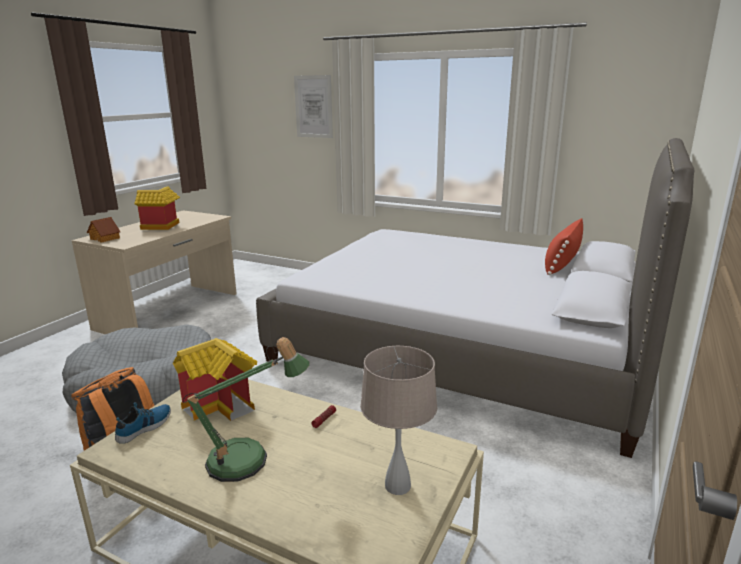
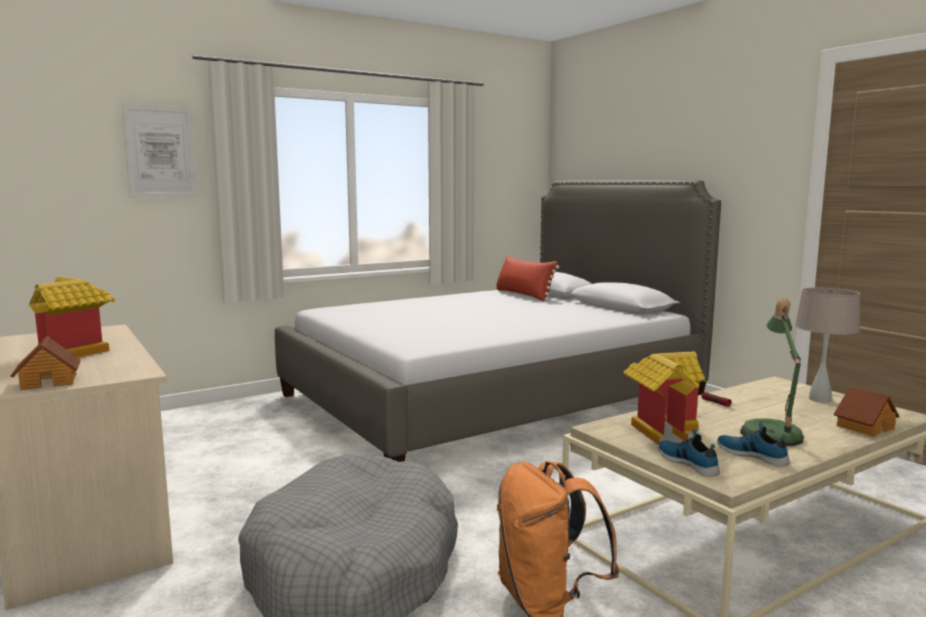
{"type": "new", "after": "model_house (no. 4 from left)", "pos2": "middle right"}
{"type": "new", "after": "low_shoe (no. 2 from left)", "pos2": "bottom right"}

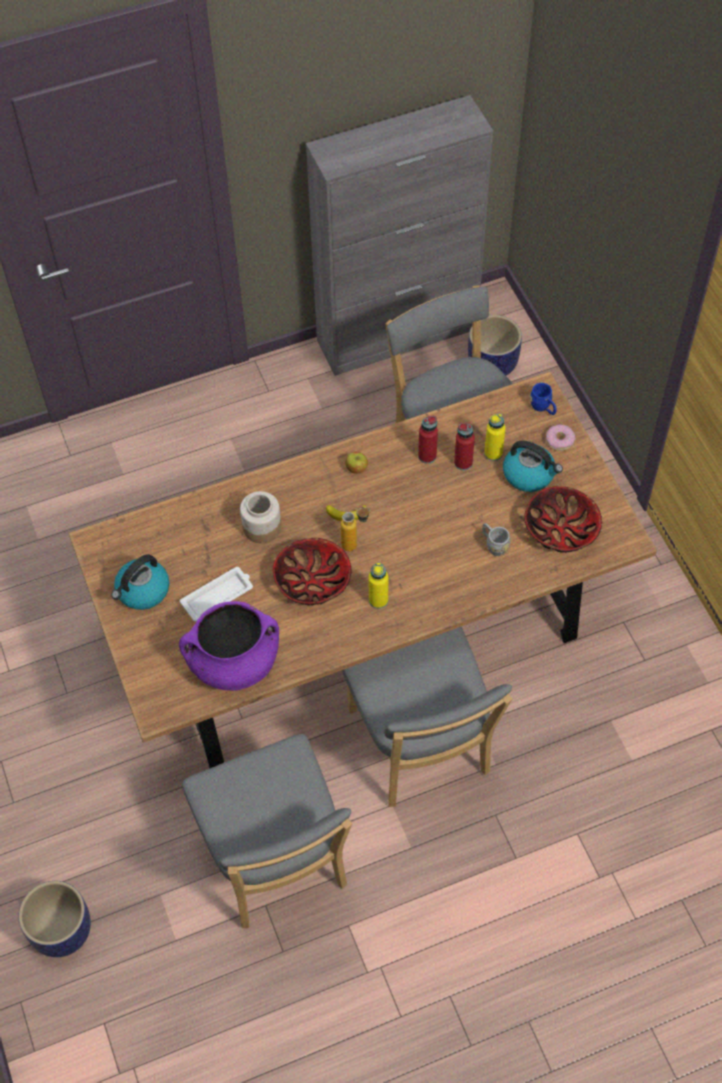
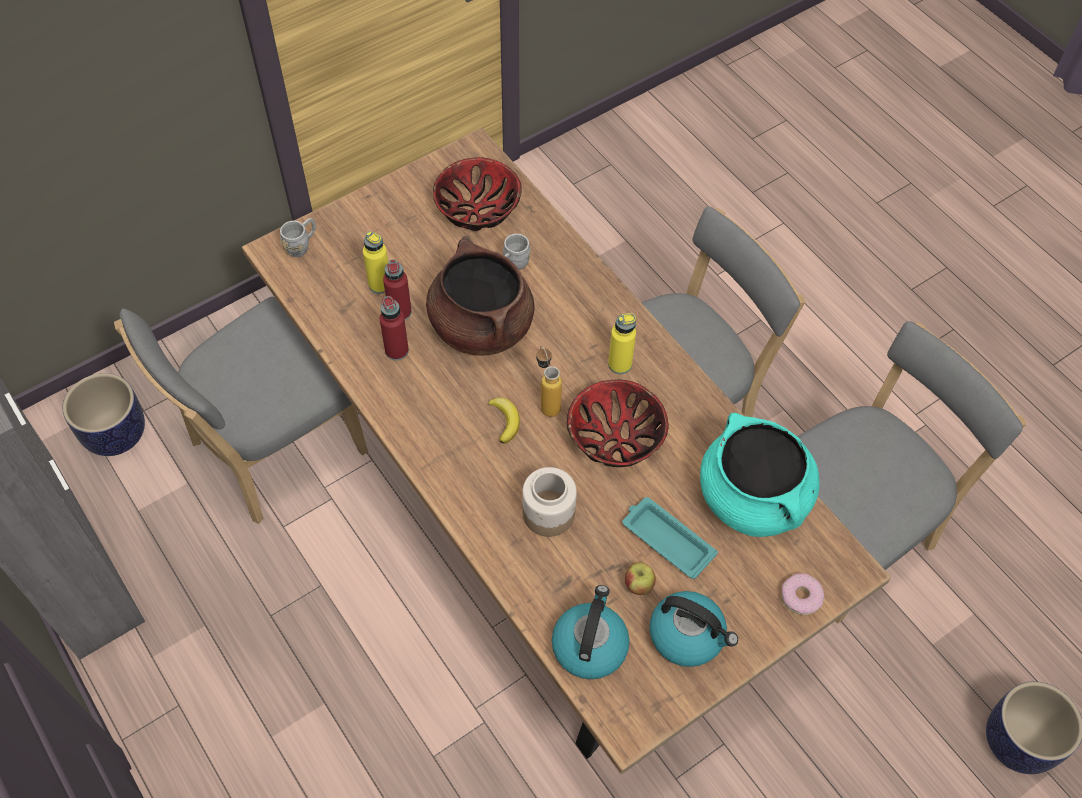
{"type": "repainted", "before": "blue_tea_mug", "after": "grey_tea_mug (no. 1 from left)", "pos1": "middle right", "pos2": "top left"}
{"type": "shifted", "before": "doughnut", "pos1": "middle right", "pos2": "bottom right"}
{"type": "shifted", "before": "kettle (no. 2 from left in the first image)", "after": "kettle (no. 1 from left)", "pos1": "middle right", "pos2": "bottom centre"}
{"type": "shifted", "before": "apple_fruit", "pos1": "centre", "pos2": "bottom centre"}
{"type": "repainted", "before": "whitish_tray", "after": "turquoise-coloured_tray", "pos1": "middle left", "pos2": "bottom centre"}
{"type": "repainted", "before": "purple_cooking_pot", "after": "turquoise-coloured_cooking_pot", "pos1": "middle left", "pos2": "middle right"}
{"type": "new", "after": "brownish_cooking_pot", "pos2": "centre"}

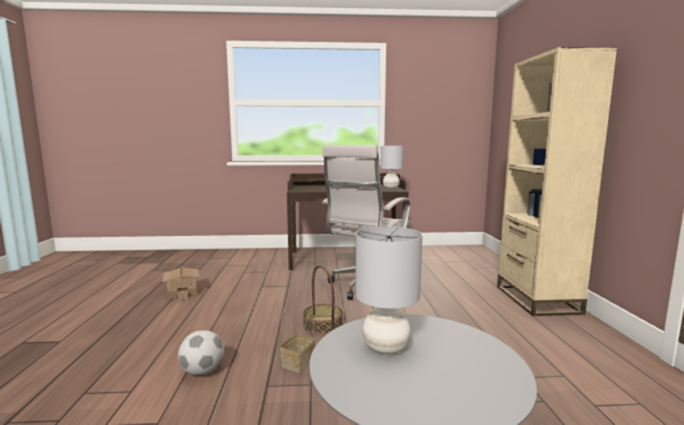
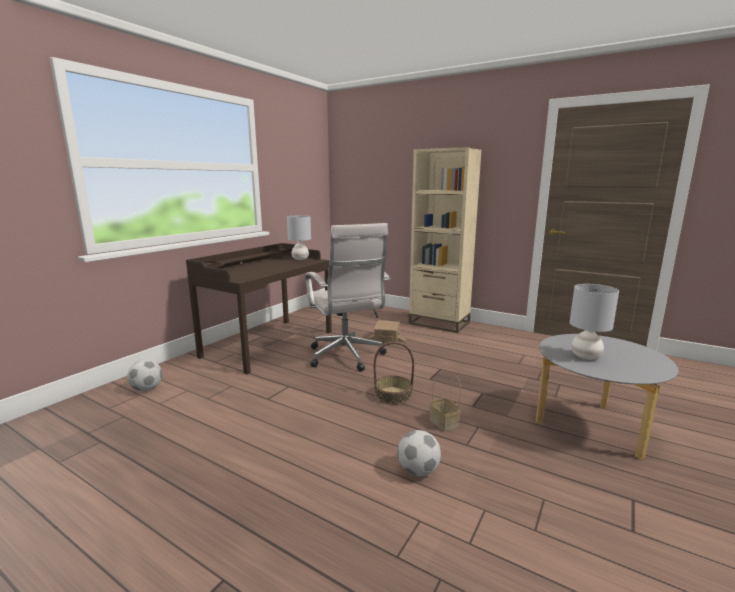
{"type": "shifted", "before": "model_house", "pos1": "bottom left", "pos2": "centre"}
{"type": "new", "after": "football_ball (no. 1 from left)", "pos2": "middle left"}

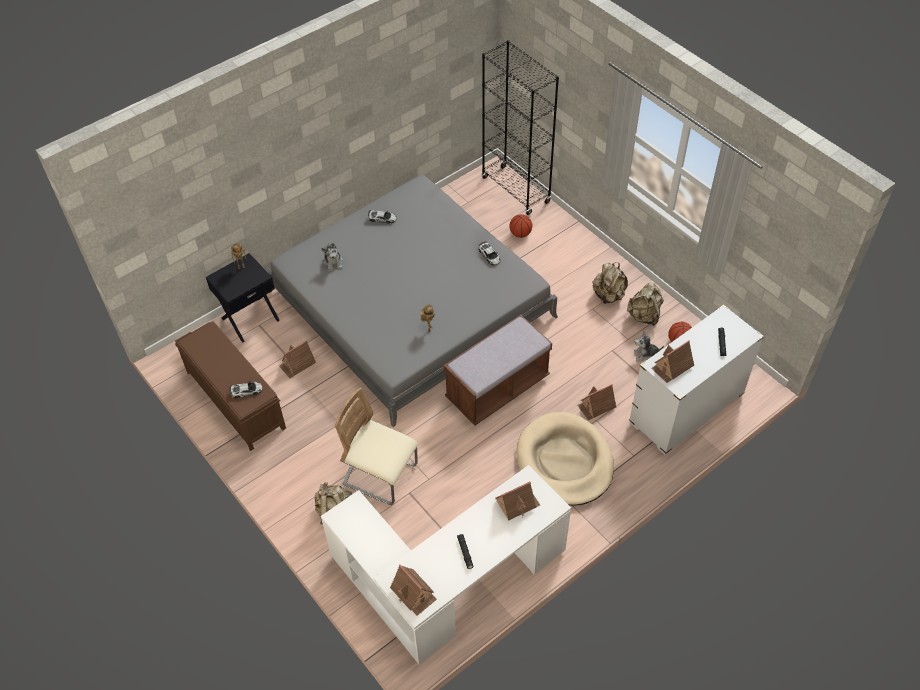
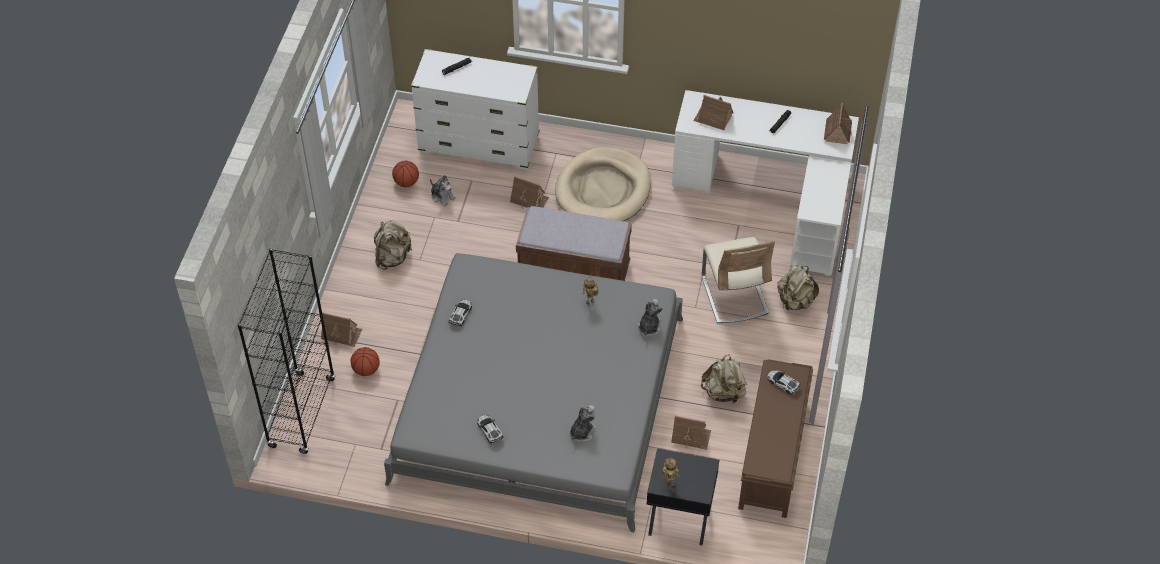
{"type": "shifted", "before": "beige_rucksack (no. 3 from left in the first image)", "after": "beige_rucksack (no. 2 from left)", "pos1": "middle right", "pos2": "bottom centre"}
{"type": "shifted", "before": "model_house (no. 5 from left in the first image)", "after": "model_house (no. 1 from left)", "pos1": "middle right", "pos2": "middle left"}
{"type": "new", "after": "plush_toy (no. 3 from left)", "pos2": "centre"}

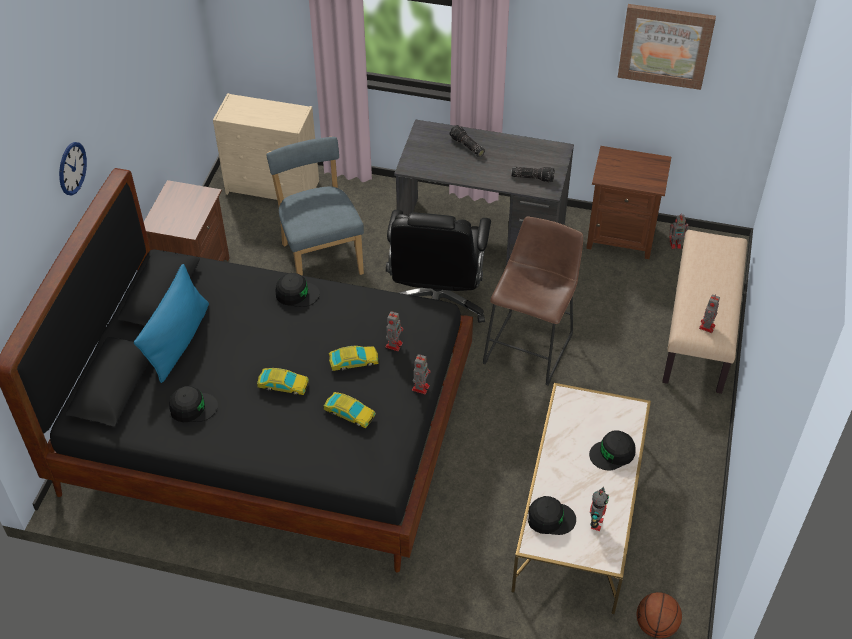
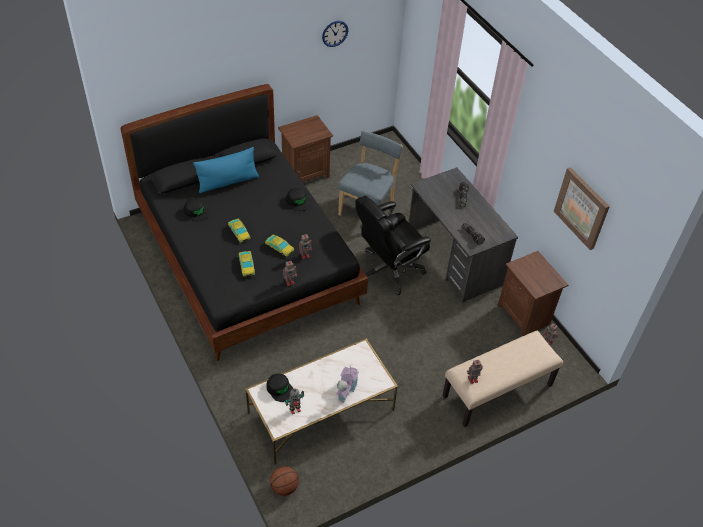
{"type": "gone", "before": "beige_drawer_chest", "pos1": "top left"}
{"type": "shifted", "before": "hanging_clock", "pos1": "top left", "pos2": "top centre"}
{"type": "gone", "before": "brownish_stool_seat", "pos1": "centre"}
{"type": "swapped", "before": "black_baseball_cap (no. 4 from left)", "after": "model_house", "pos1": "bottom right", "pos2": "bottom centre"}

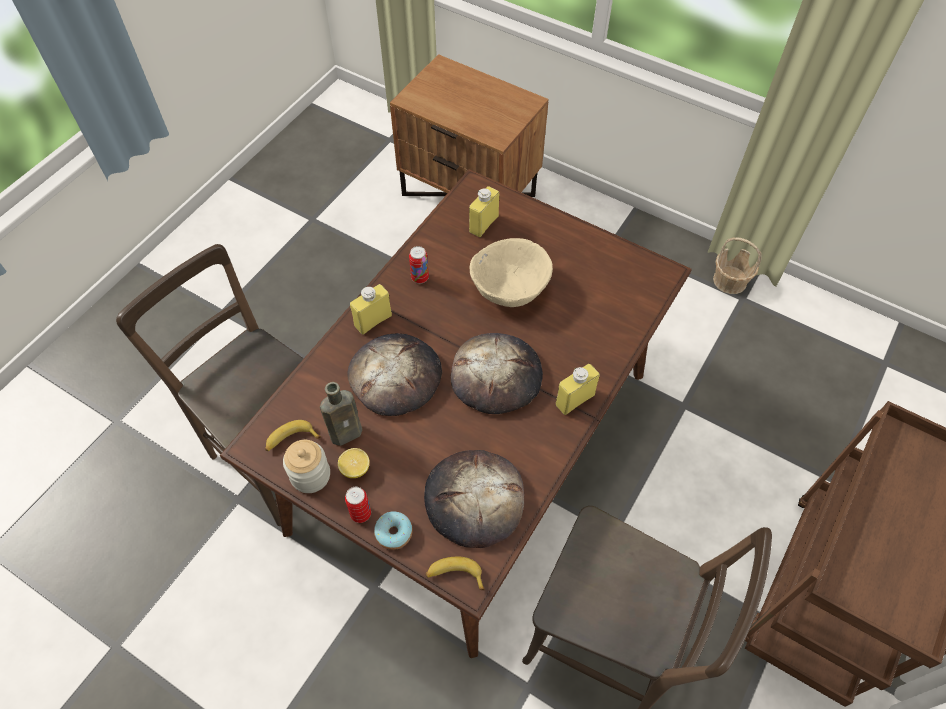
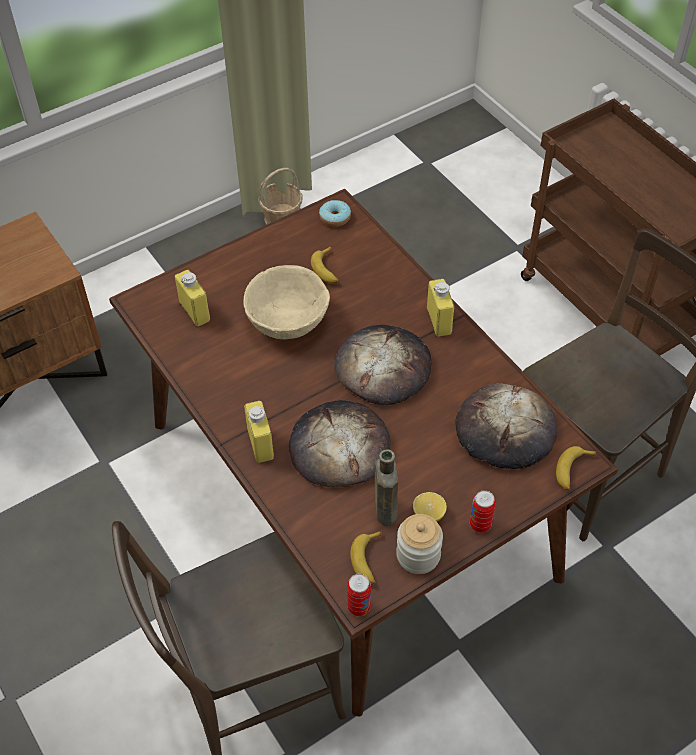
{"type": "shifted", "before": "can (no. 2 from left in the first image)", "after": "can (no. 1 from left)", "pos1": "centre", "pos2": "bottom centre"}
{"type": "shifted", "before": "doughnut", "pos1": "bottom centre", "pos2": "top centre"}
{"type": "new", "after": "banana_fruit (no. 1 from left)", "pos2": "centre"}

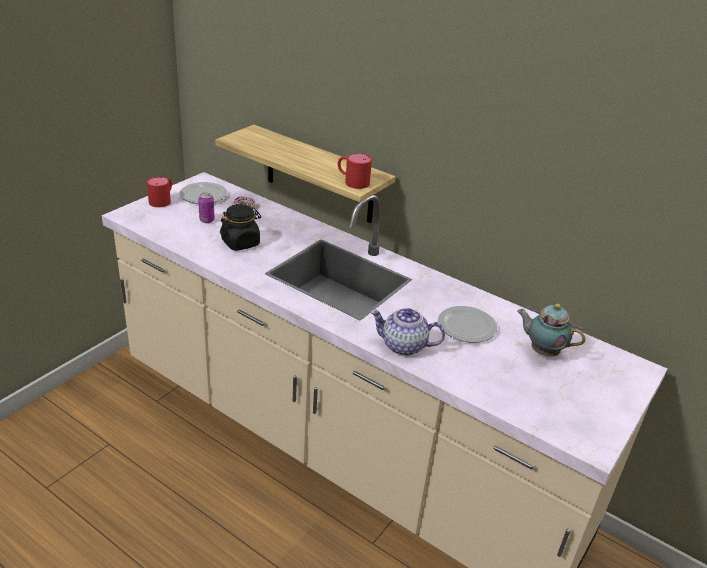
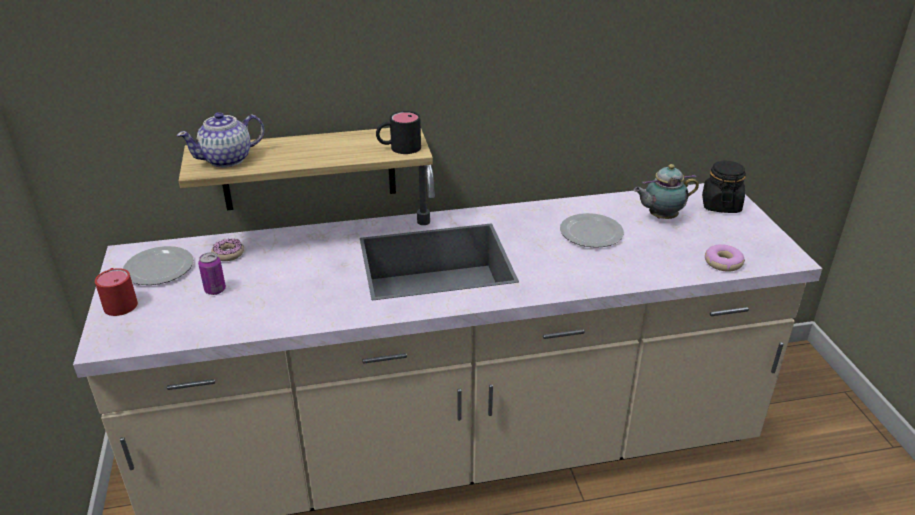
{"type": "repainted", "before": "red_tea_mug (no. 2 from left)", "after": "black_tea_mug", "pos1": "top centre", "pos2": "top centre"}
{"type": "shifted", "before": "black_jar", "pos1": "centre", "pos2": "middle right"}
{"type": "shifted", "before": "teapot (no. 1 from left)", "pos1": "centre", "pos2": "top left"}
{"type": "new", "after": "doughnut (no. 2 from left)", "pos2": "middle right"}

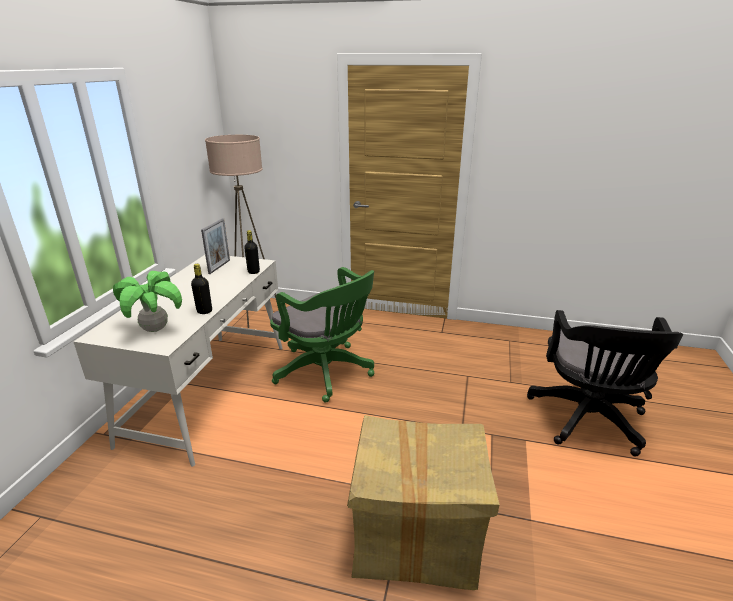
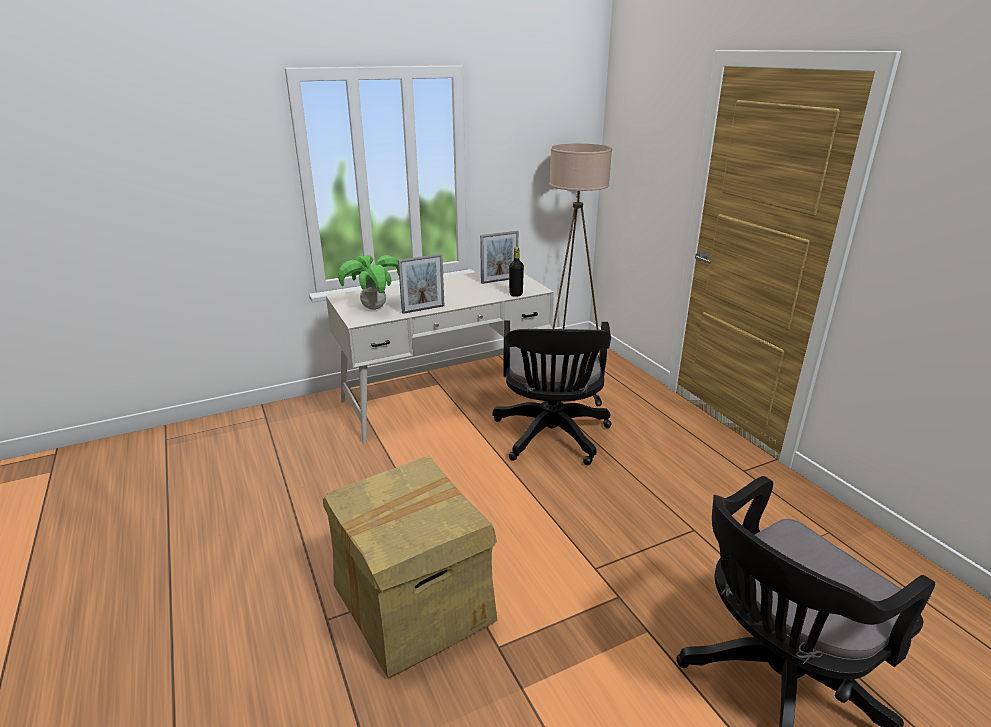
{"type": "swapped", "before": "black_bottle (no. 1 from left)", "after": "photo_frame (no. 1 from left)", "pos1": "middle left", "pos2": "centre"}
{"type": "repainted", "before": "green-coloured_desk_chair", "after": "black_desk_chair (no. 1 from left)", "pos1": "centre", "pos2": "centre"}

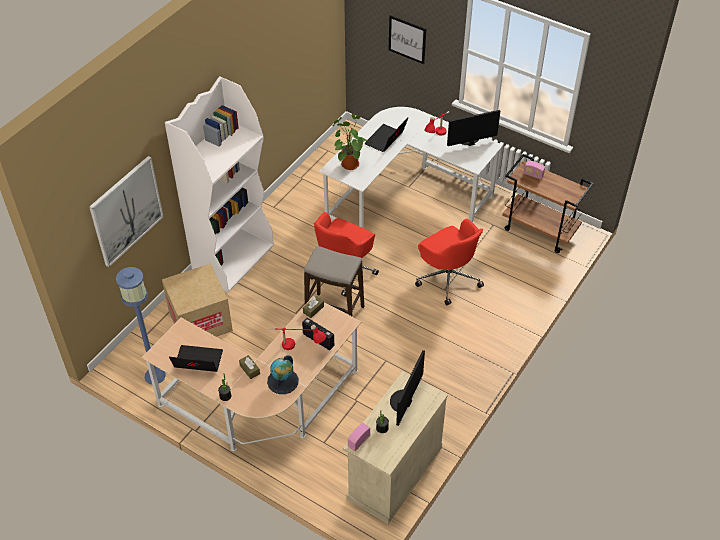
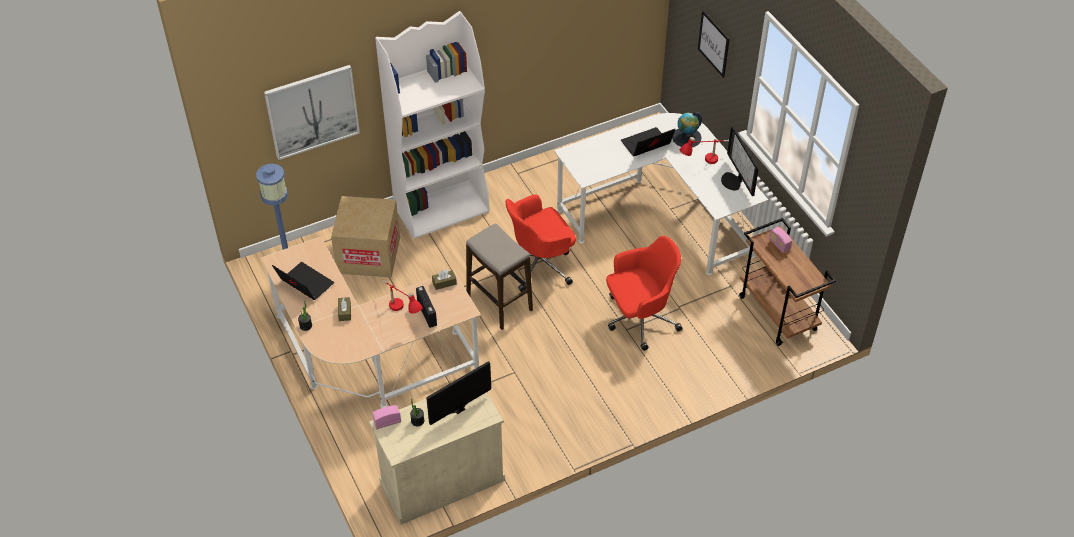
{"type": "rotated", "before": "monitor (no. 2 from left)", "pos1": "top centre", "pos2": "top right", "turn": -120}
{"type": "gone", "before": "houseplant (no. 2 from left)", "pos1": "top centre"}
{"type": "rotated", "before": "red_desk_chair (no. 2 from left)", "pos1": "centre", "pos2": "centre", "turn": -105}
{"type": "shifted", "before": "globe", "pos1": "bottom centre", "pos2": "top centre"}

